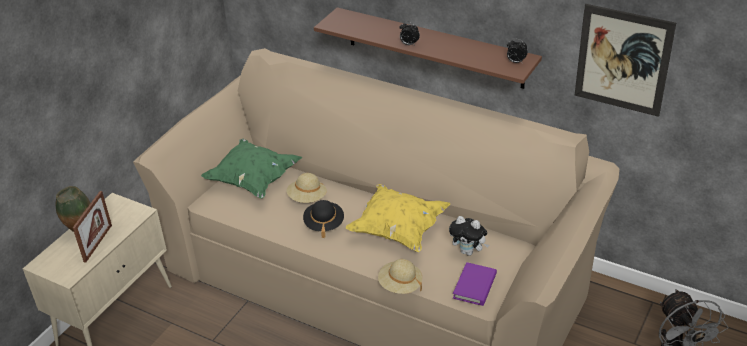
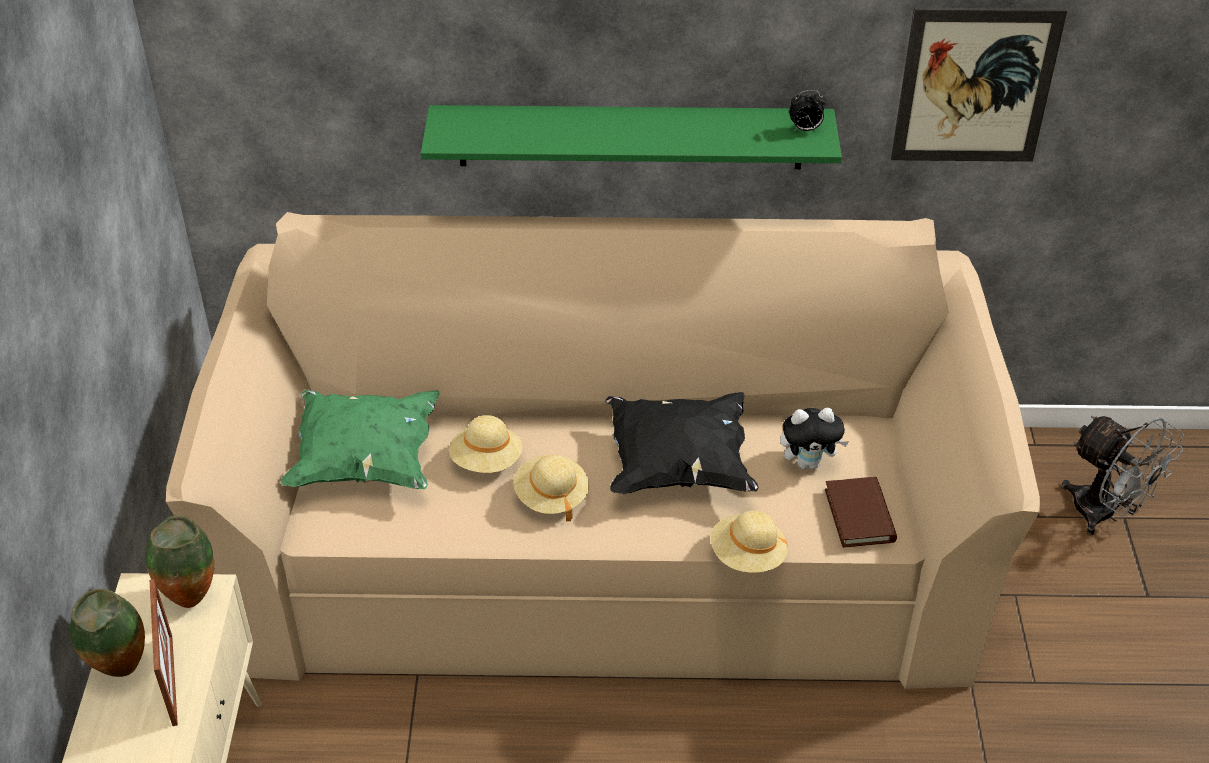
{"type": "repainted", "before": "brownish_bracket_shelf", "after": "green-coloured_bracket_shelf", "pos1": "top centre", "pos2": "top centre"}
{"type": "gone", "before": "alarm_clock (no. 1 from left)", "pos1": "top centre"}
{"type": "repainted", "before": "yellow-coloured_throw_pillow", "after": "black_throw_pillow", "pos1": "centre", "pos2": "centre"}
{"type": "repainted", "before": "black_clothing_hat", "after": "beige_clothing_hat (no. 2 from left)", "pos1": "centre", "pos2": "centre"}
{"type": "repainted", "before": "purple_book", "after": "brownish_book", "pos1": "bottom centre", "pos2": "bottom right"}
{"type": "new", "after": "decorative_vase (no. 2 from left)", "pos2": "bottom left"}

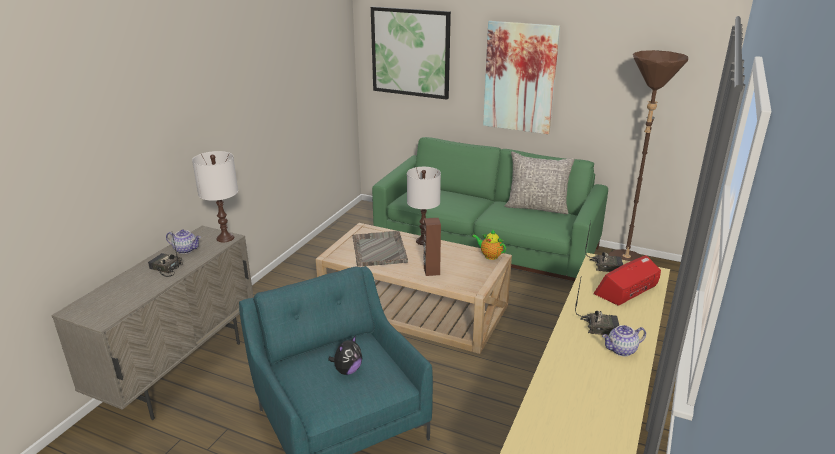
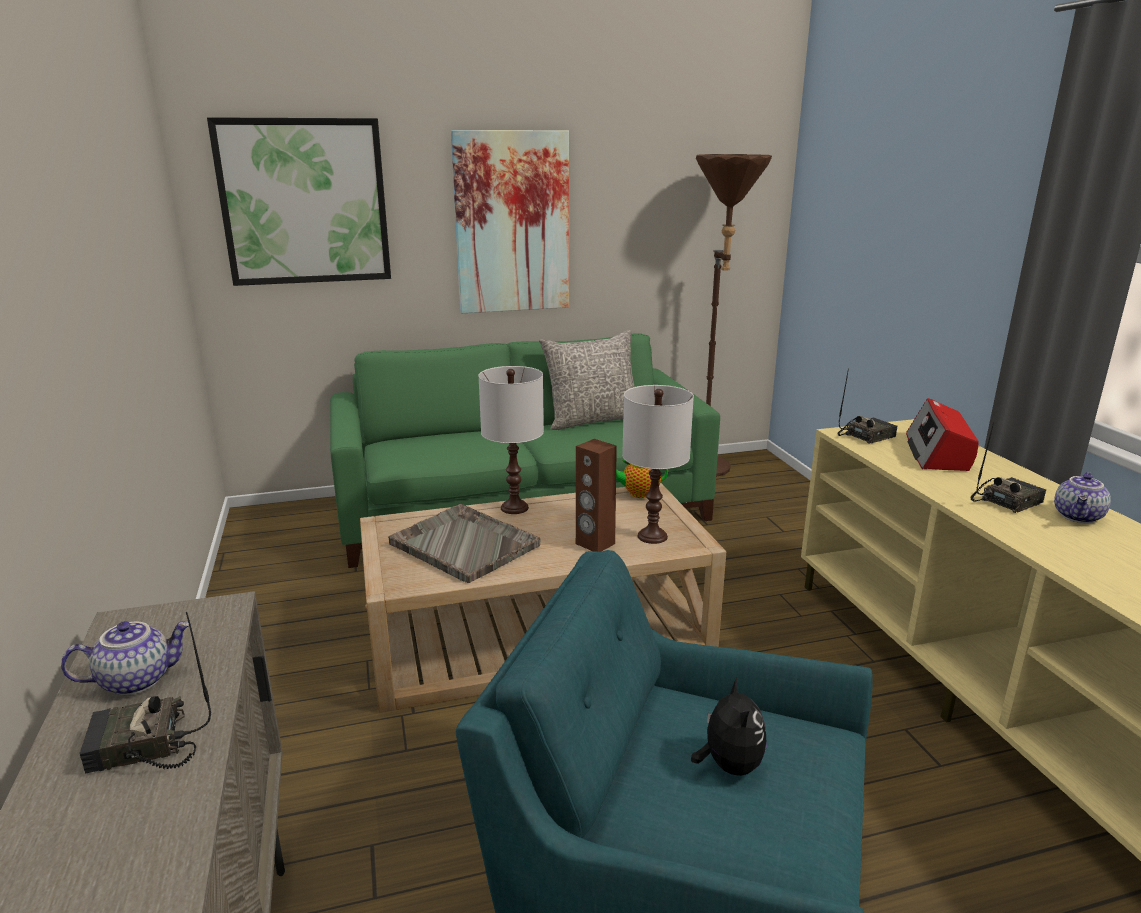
{"type": "shifted", "before": "whitish_table_lamp (no. 1 from left in the first image)", "after": "whitish_table_lamp (no. 2 from left)", "pos1": "middle left", "pos2": "centre"}

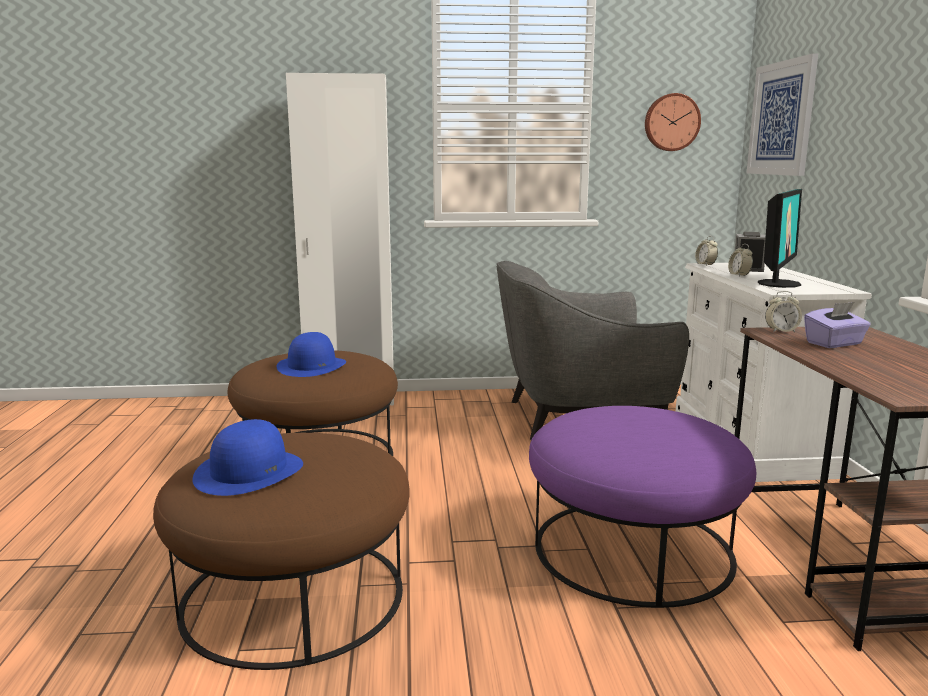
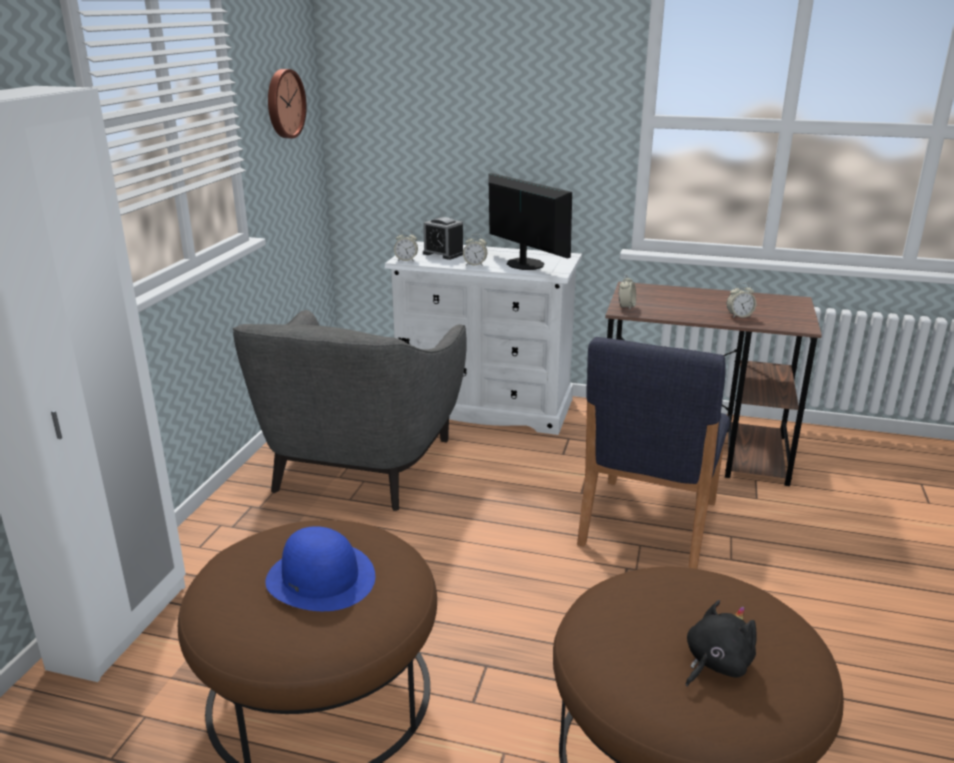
{"type": "gone", "before": "wall_picture", "pos1": "top right"}
{"type": "gone", "before": "purple_tissue_box", "pos1": "middle right"}
{"type": "swapped", "before": "purple_footrest", "after": "blue_plain_chair", "pos1": "bottom right", "pos2": "middle right"}
{"type": "swapped", "before": "blue_clothing_hat (no. 1 from left)", "after": "black_plush_toy", "pos1": "middle left", "pos2": "bottom right"}
{"type": "new", "after": "alarm_clock (no. 5 from left)", "pos2": "middle right"}

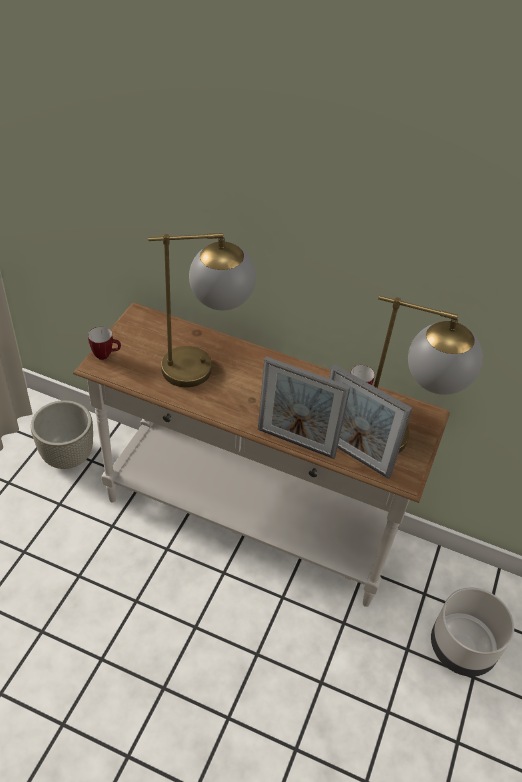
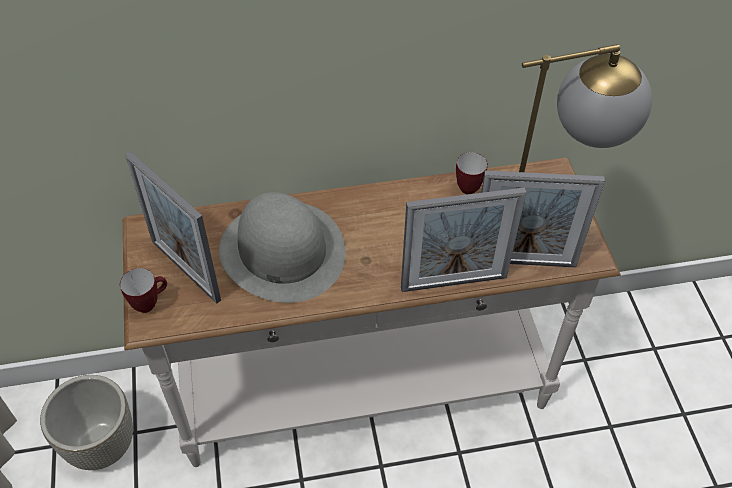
{"type": "swapped", "before": "table_lamp (no. 1 from left)", "after": "grey_clothing_hat", "pos1": "centre", "pos2": "centre"}
{"type": "gone", "before": "grey_planter (no. 2 from left)", "pos1": "bottom right"}
{"type": "new", "after": "photo_frame (no. 1 from left)", "pos2": "middle left"}

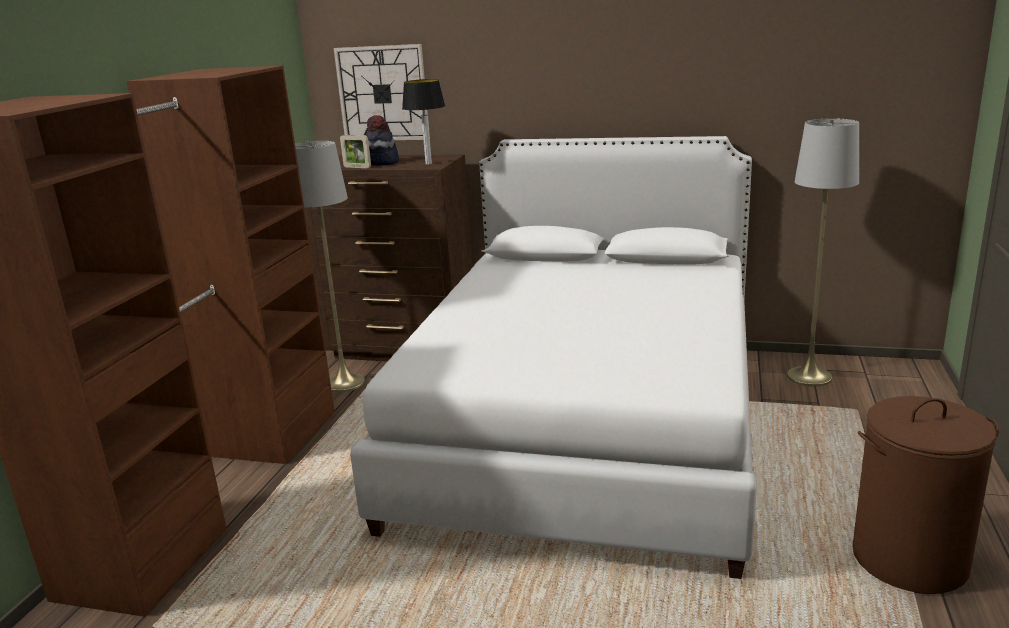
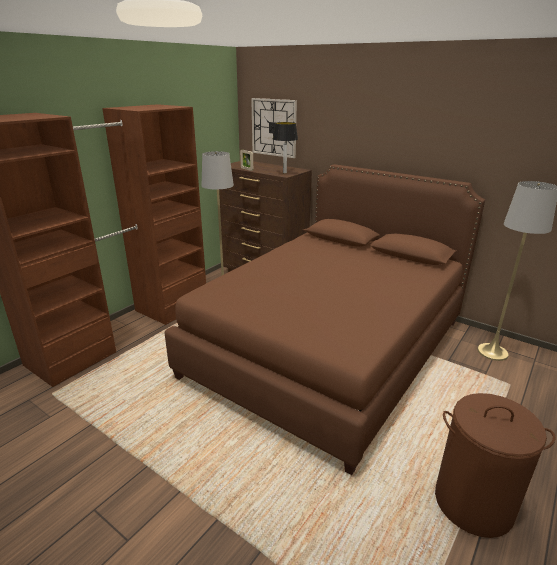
{"type": "gone", "before": "clothing_hat", "pos1": "top centre"}
{"type": "repainted", "before": "whitish_sleeping_bed", "after": "brownish_sleeping_bed", "pos1": "centre", "pos2": "centre"}

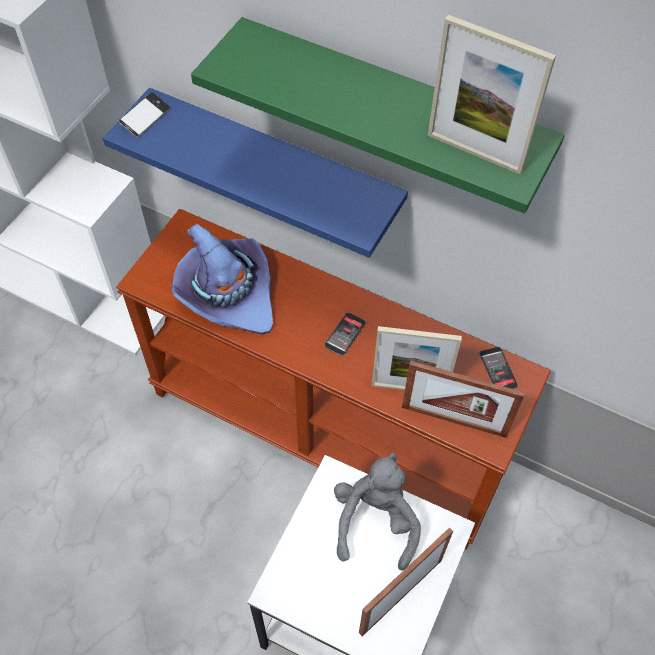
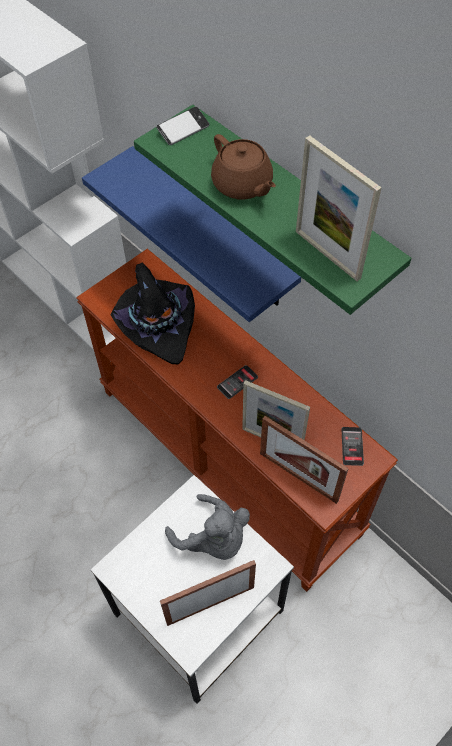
{"type": "shifted", "before": "handset (no. 1 from left)", "pos1": "top left", "pos2": "top centre"}
{"type": "repainted", "before": "purple_clothing_hat", "after": "black_clothing_hat", "pos1": "centre", "pos2": "centre"}
{"type": "rotated", "before": "grey_plush_toy", "pos1": "bottom centre", "pos2": "bottom centre", "turn": 105}
{"type": "new", "after": "brownish_teapot", "pos2": "top centre"}

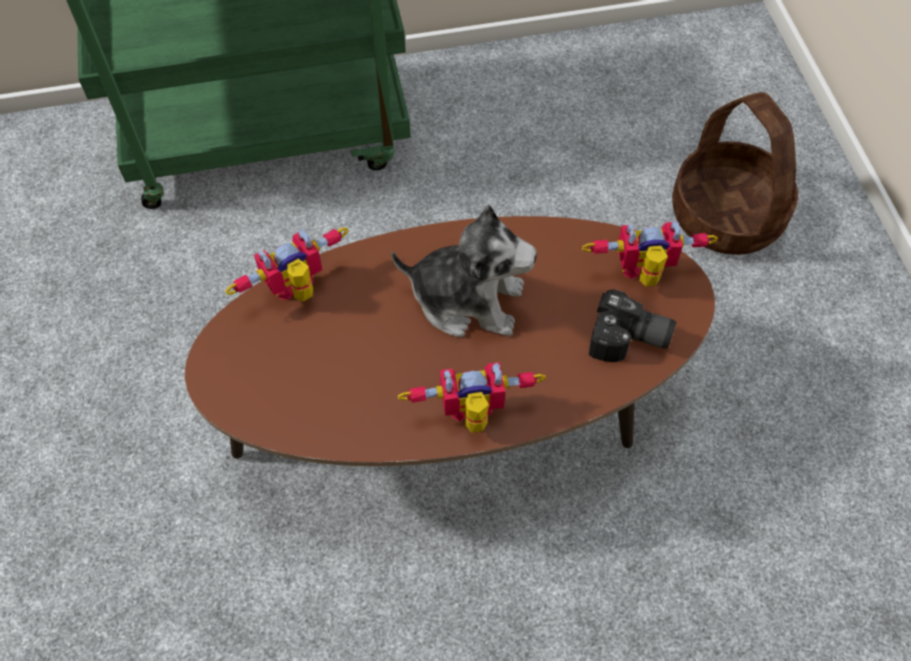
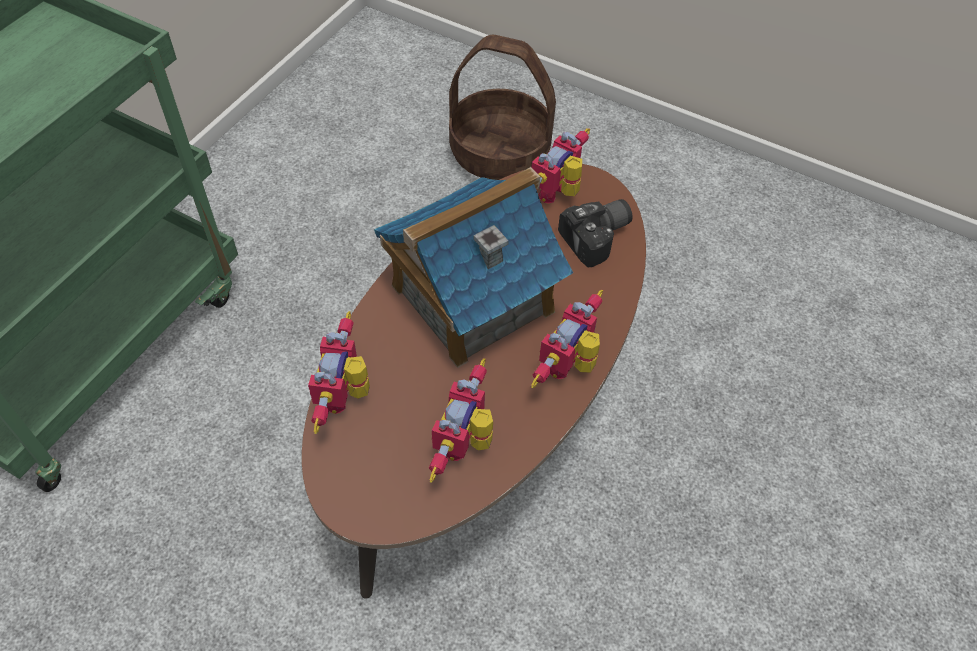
{"type": "swapped", "before": "plush_toy", "after": "model_house", "pos1": "centre", "pos2": "centre"}
{"type": "new", "after": "model_robot (no. 2 from left)", "pos2": "centre"}

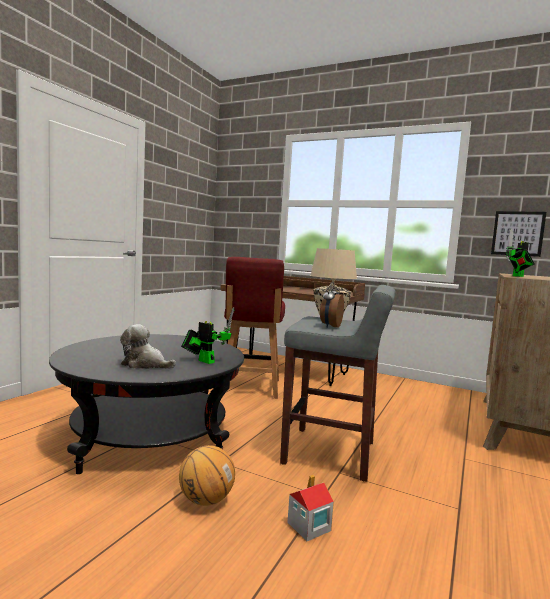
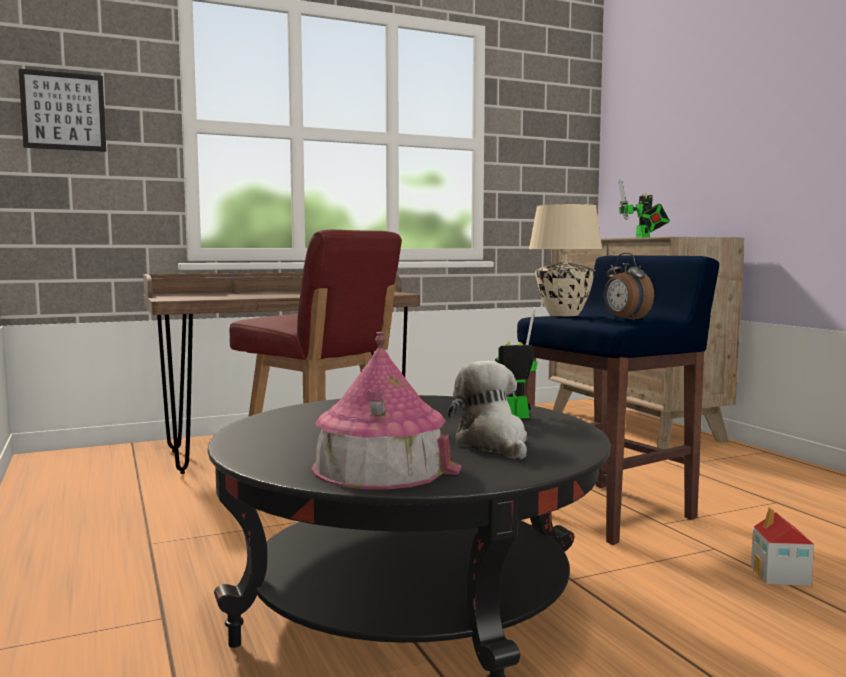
{"type": "shifted", "before": "wall_picture", "pos1": "middle right", "pos2": "top left"}
{"type": "repainted", "before": "grey_stool_seat", "after": "blue_stool_seat", "pos1": "centre", "pos2": "middle right"}
{"type": "rotated", "before": "plush_toy", "pos1": "middle left", "pos2": "centre", "turn": 105}
{"type": "gone", "before": "basketball_ball", "pos1": "bottom centre"}
{"type": "new", "after": "model_house (no. 1 from left)", "pos2": "centre"}

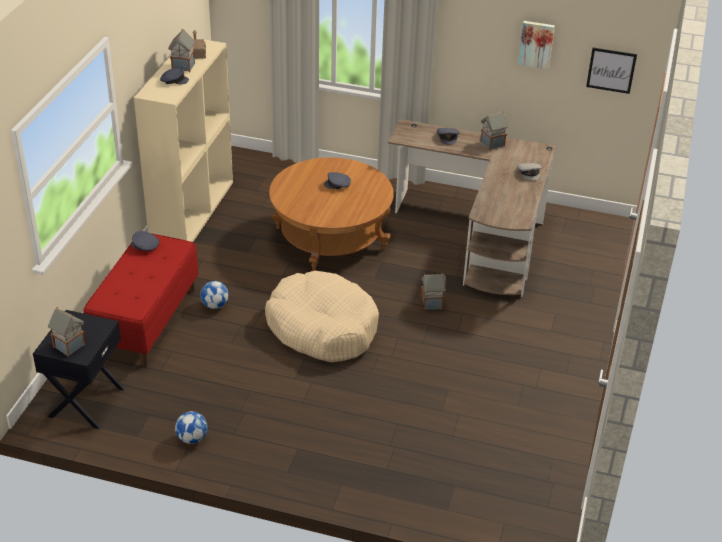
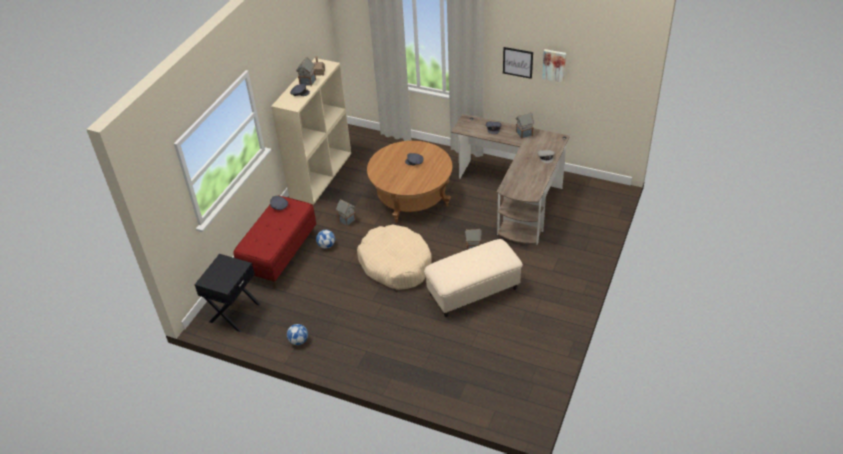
{"type": "shifted", "before": "wall_picture (no. 2 from left in the first image)", "after": "wall_picture (no. 1 from left)", "pos1": "top right", "pos2": "top centre"}
{"type": "shifted", "before": "model_house (no. 1 from left in the first image)", "after": "model_house (no. 3 from left)", "pos1": "middle left", "pos2": "centre"}
{"type": "new", "after": "beige_footrest", "pos2": "centre"}

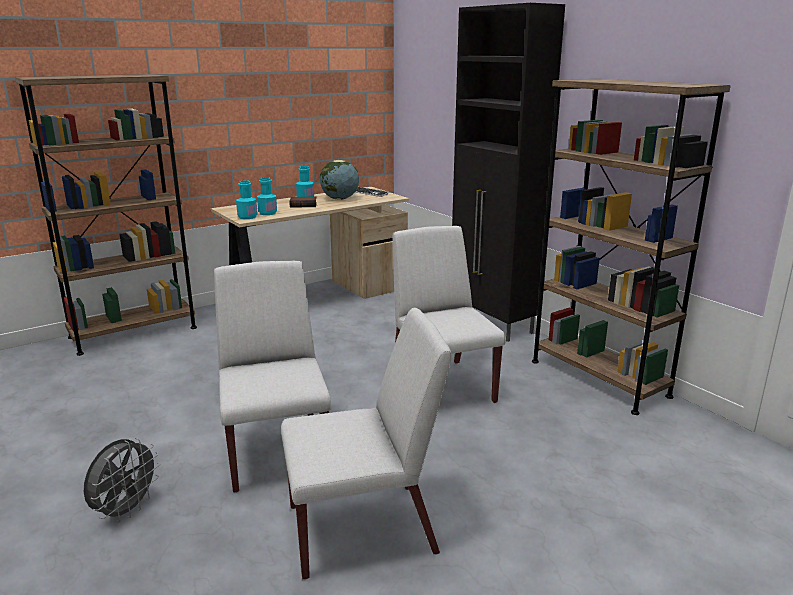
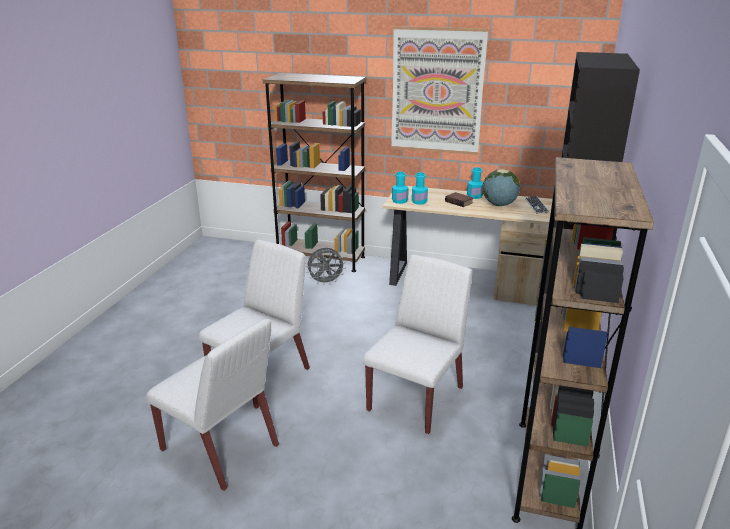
{"type": "shifted", "before": "grey_cooling_fan", "pos1": "bottom left", "pos2": "centre"}
{"type": "new", "after": "wall_picture", "pos2": "top centre"}

